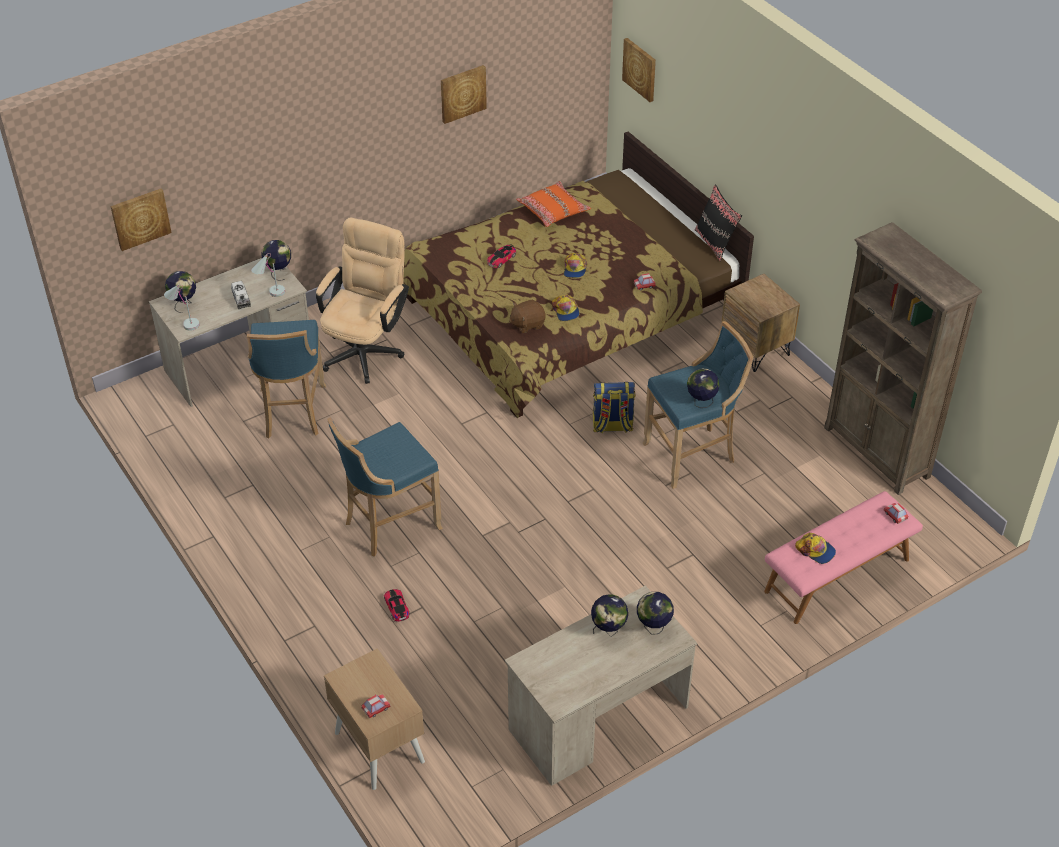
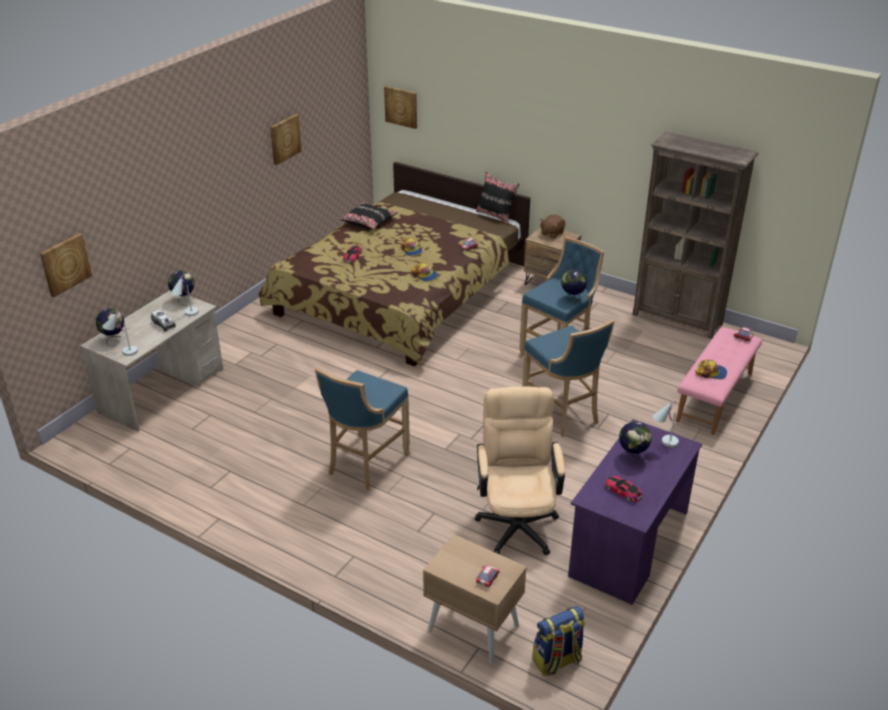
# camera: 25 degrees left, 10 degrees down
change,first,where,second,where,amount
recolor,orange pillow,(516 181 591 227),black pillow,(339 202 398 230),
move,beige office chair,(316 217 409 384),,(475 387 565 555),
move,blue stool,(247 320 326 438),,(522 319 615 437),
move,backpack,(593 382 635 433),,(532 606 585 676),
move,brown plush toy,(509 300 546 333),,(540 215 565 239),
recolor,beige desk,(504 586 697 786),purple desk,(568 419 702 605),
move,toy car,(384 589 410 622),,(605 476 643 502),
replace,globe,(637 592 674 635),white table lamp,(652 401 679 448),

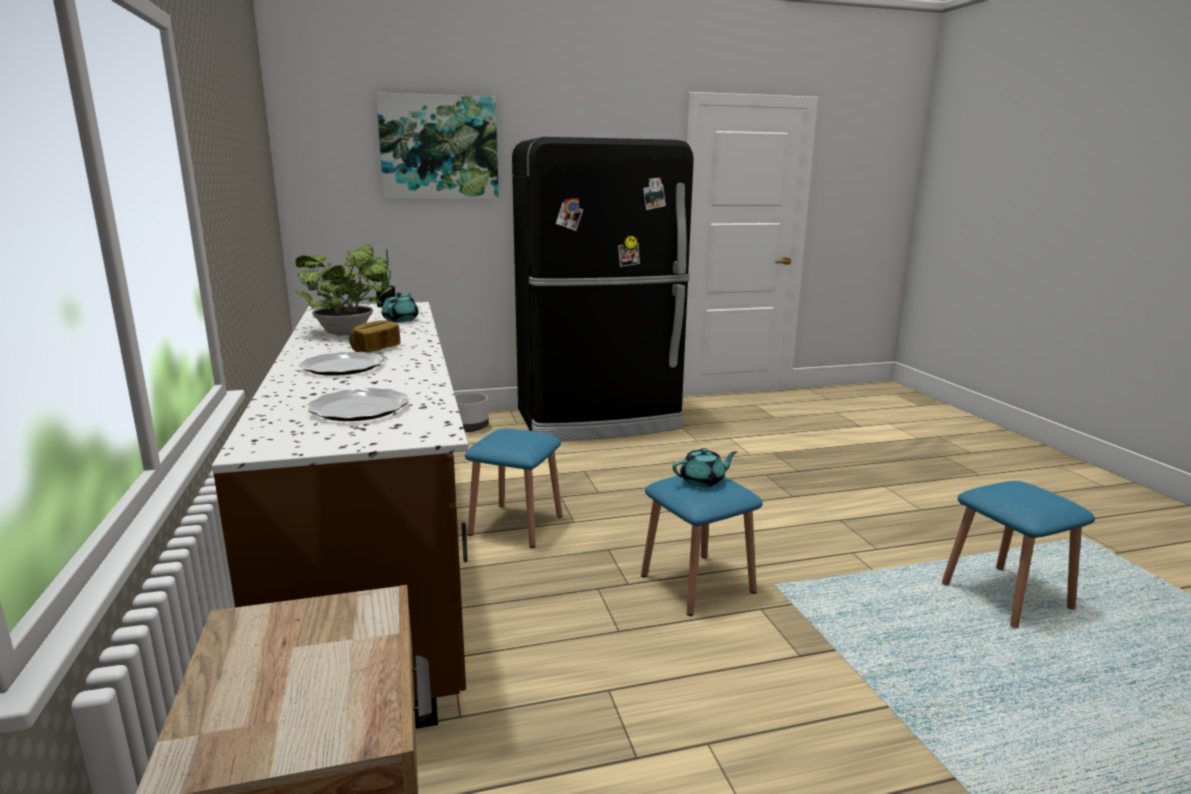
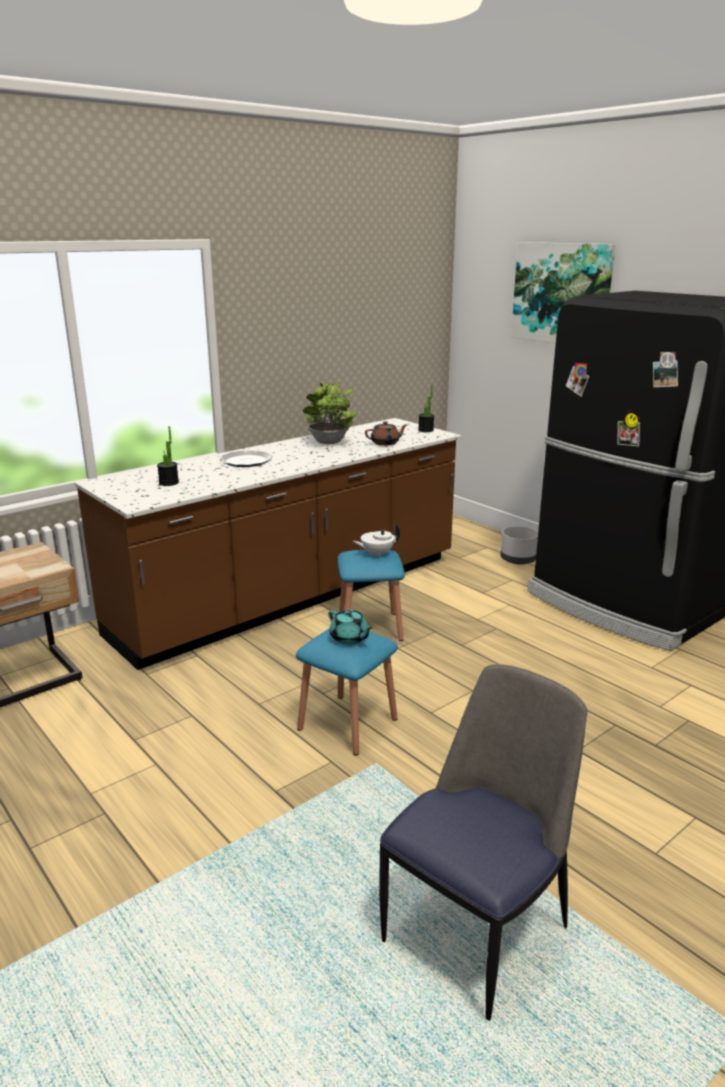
# camera: 65 degrees right, 5 degrees up
change,first,where,second,where,amount
replace,plate,(308 388 409 421),potted plant,(157 426 179 486),
insert,,,white teapot,(353 524 400 557),
recolor,turquoise teapot,(382 292 419 322),brown teapot,(365 421 408 446),
replace,blue stool,(942 481 1095 628),chair,(379 664 588 1021),
delete,bread,(349 320 401 353),,,

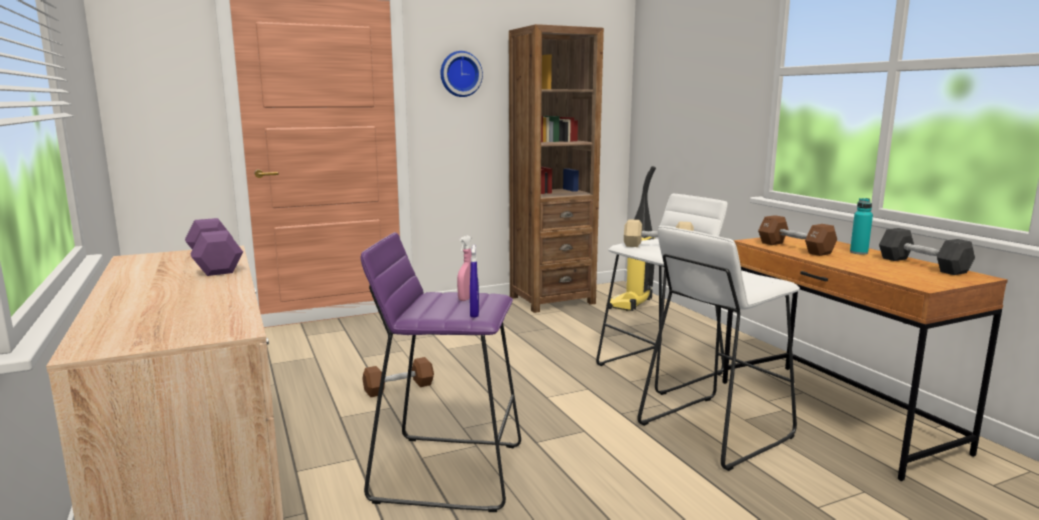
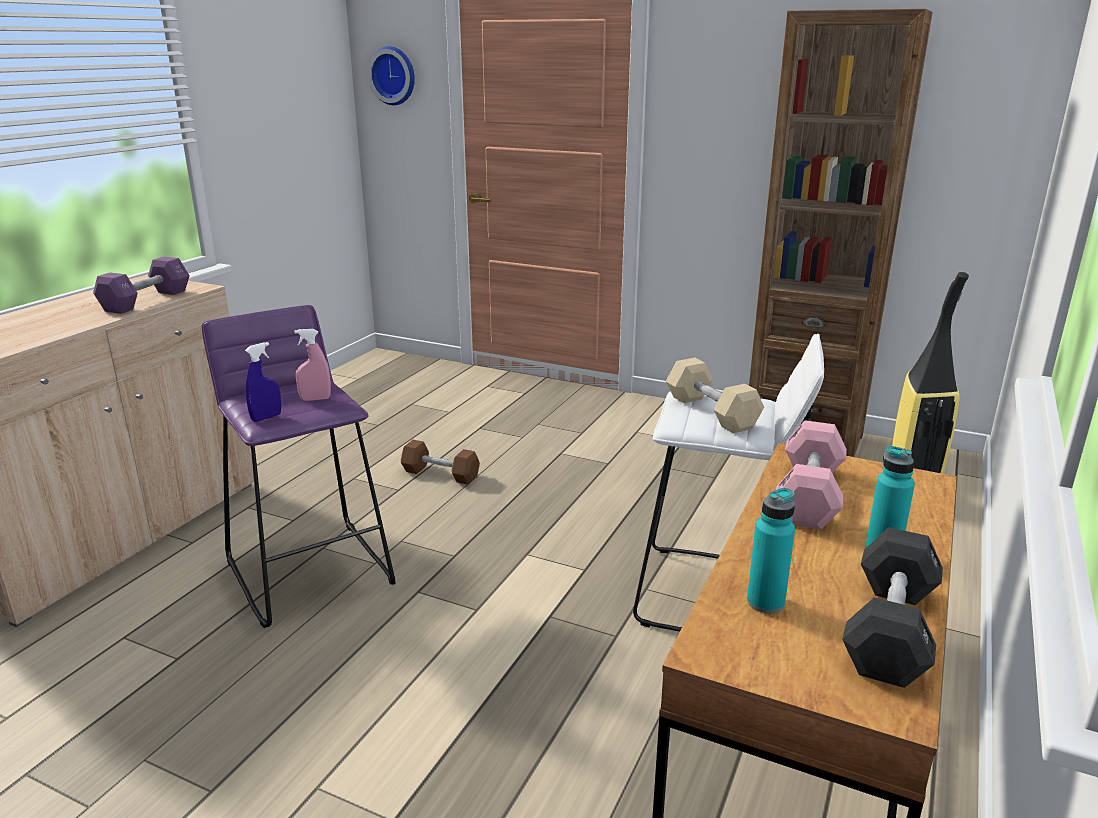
# camera: 50 degrees right, 10 degrees up
change,first,where,second,where,amount
move,wall clock,(441 51 483 97),,(368 46 415 105),
insert,,,turquoise bottle,(747 488 795 614),
recolor,brown dumbbell,(758 215 837 256),pink dumbbell,(776 420 847 530),
delete,white stool,(637 226 800 471),,,

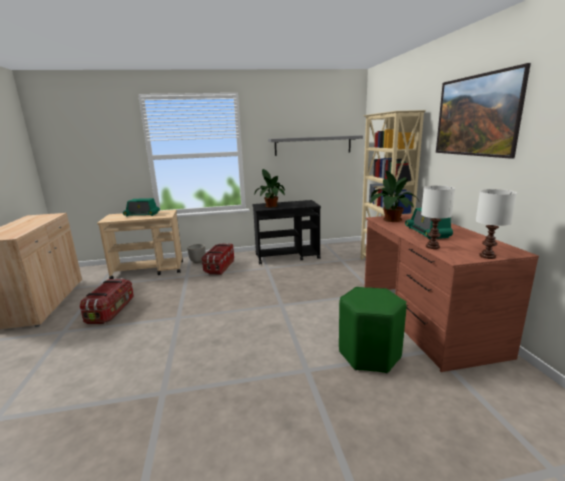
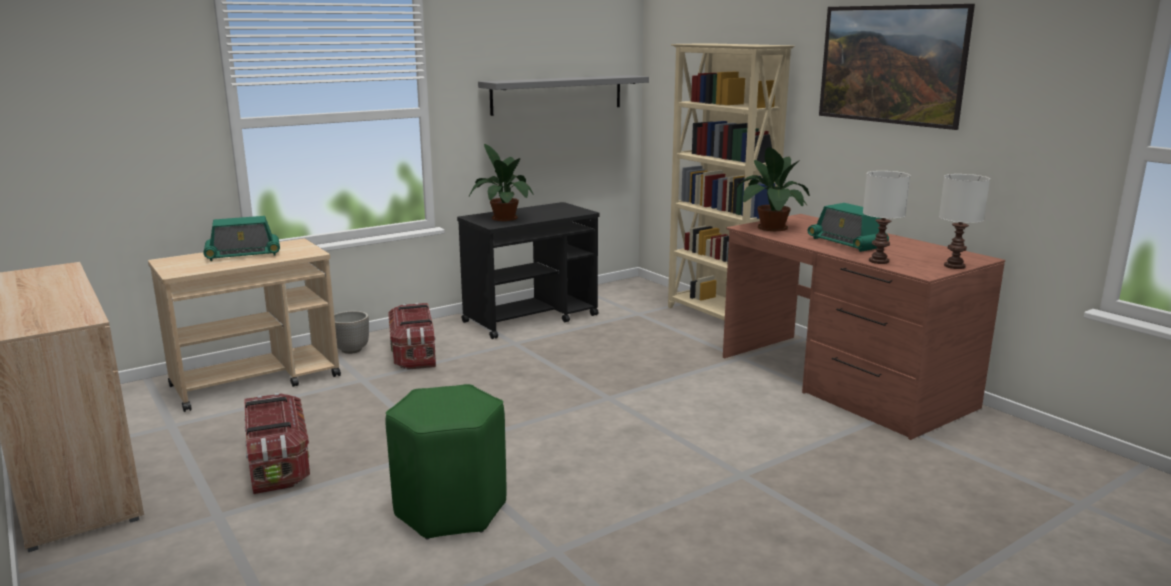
# camera: 25 degrees left, 0 degrees up
change,first,where,second,where,amount
move,green stool,(339 287 406 373),,(385 384 506 540),

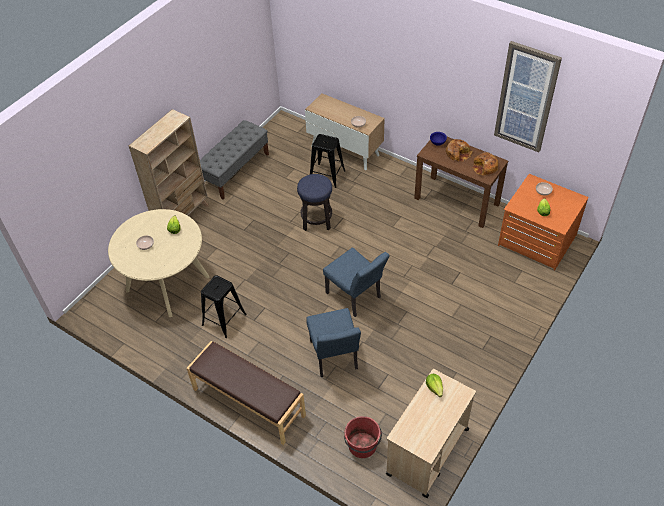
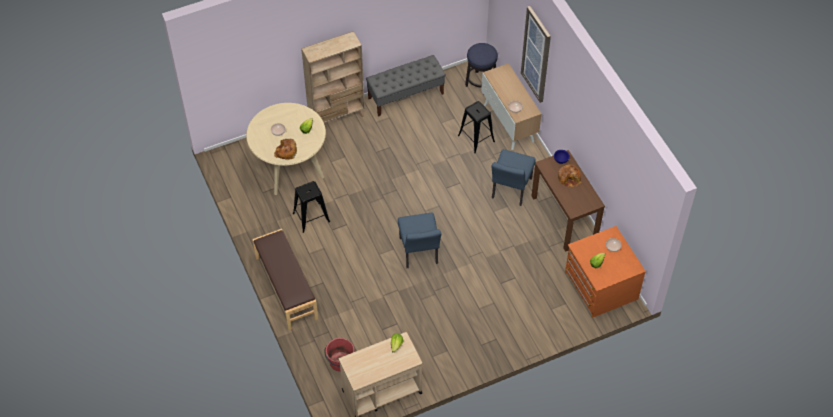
# camera: 30 degrees right, 5 degrees up
change,first,where,second,where,amount
move,bread,(473 152 499 176),,(274 139 297 160),
move,stool,(297 174 332 231),,(465 43 498 95),
move,blue chair,(306 308 361 377),,(491 149 536 206),
move,picture,(494 41 562 152),,(521 6 551 103),

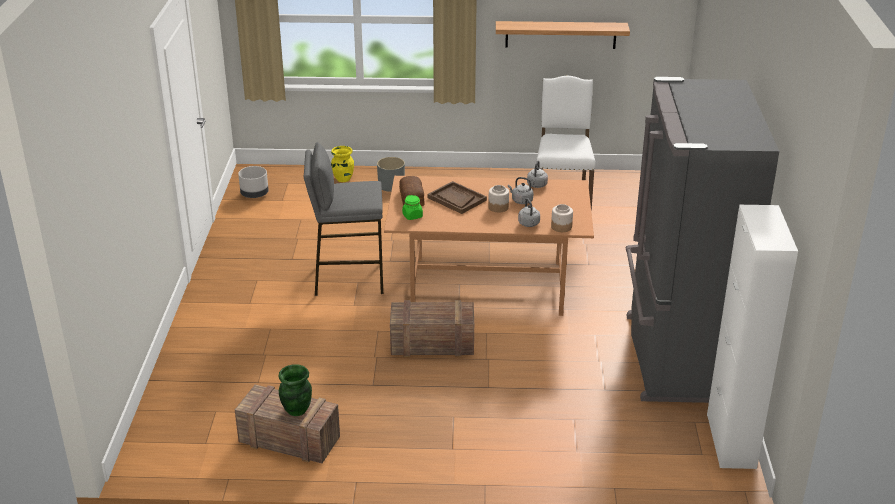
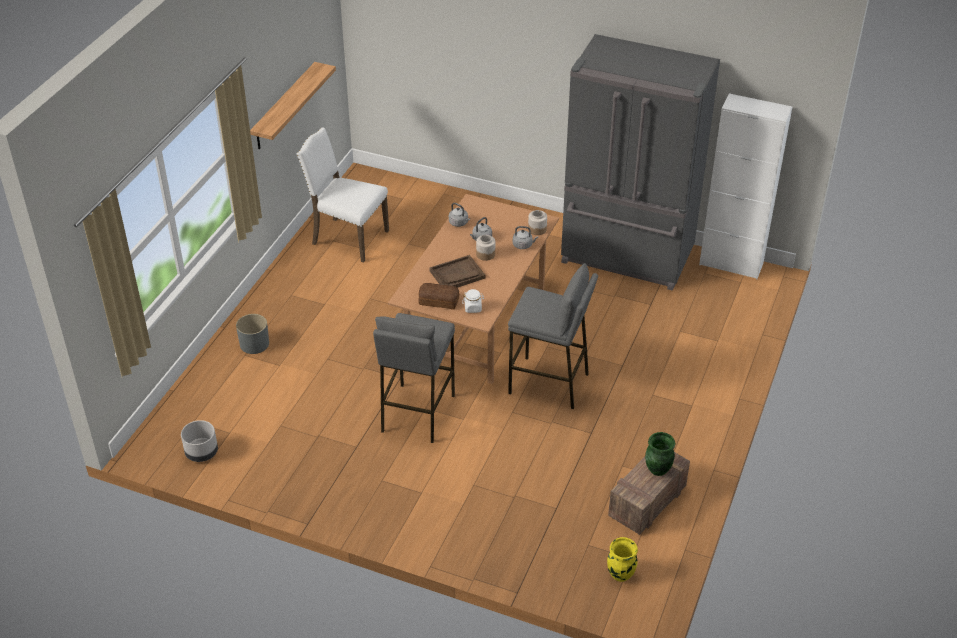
# camera: 70 degrees left, 10 degrees up
change,first,where,second,where,amount
recolor,green jar,(402 195 423 220),white jar,(462 289 484 313),
replace,crate,(390 300 474 357),grey stool,(508 263 598 409),
move,yellow vase,(331 146 354 182),,(607 537 638 582),

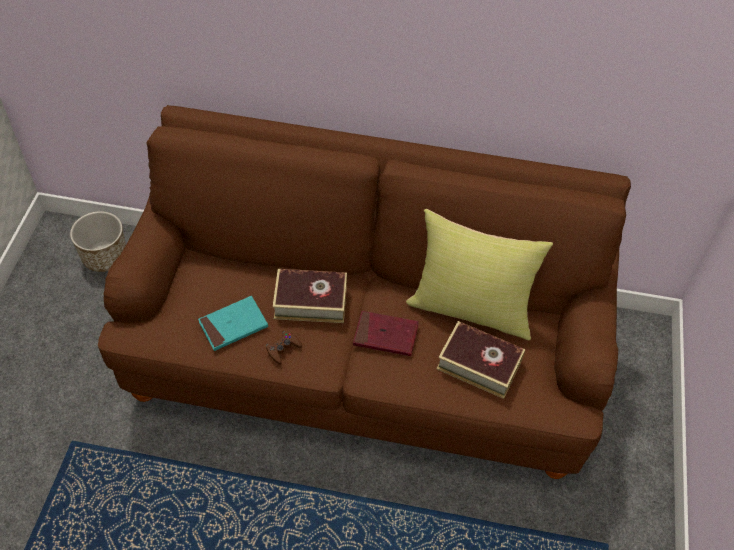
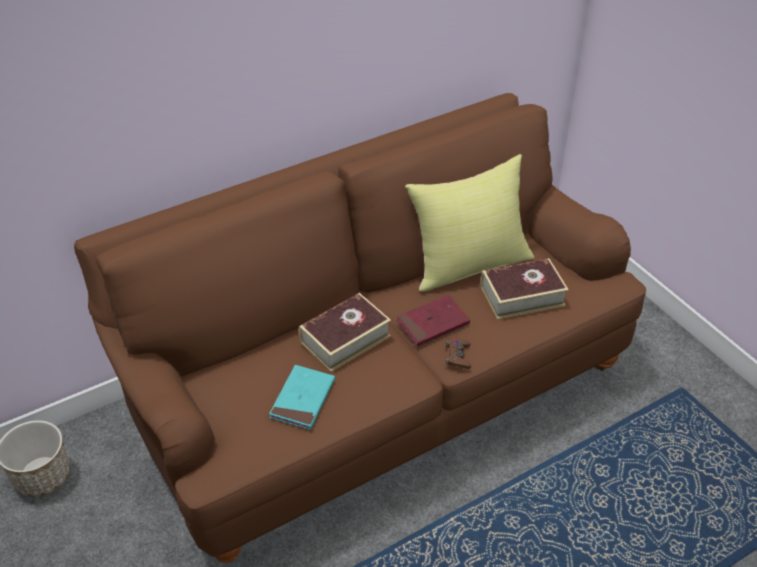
# camera: 40 degrees left, 10 degrees down
change,first,where,second,where,amount
move,brown game controller,(266 331 302 365),,(446 338 471 369),

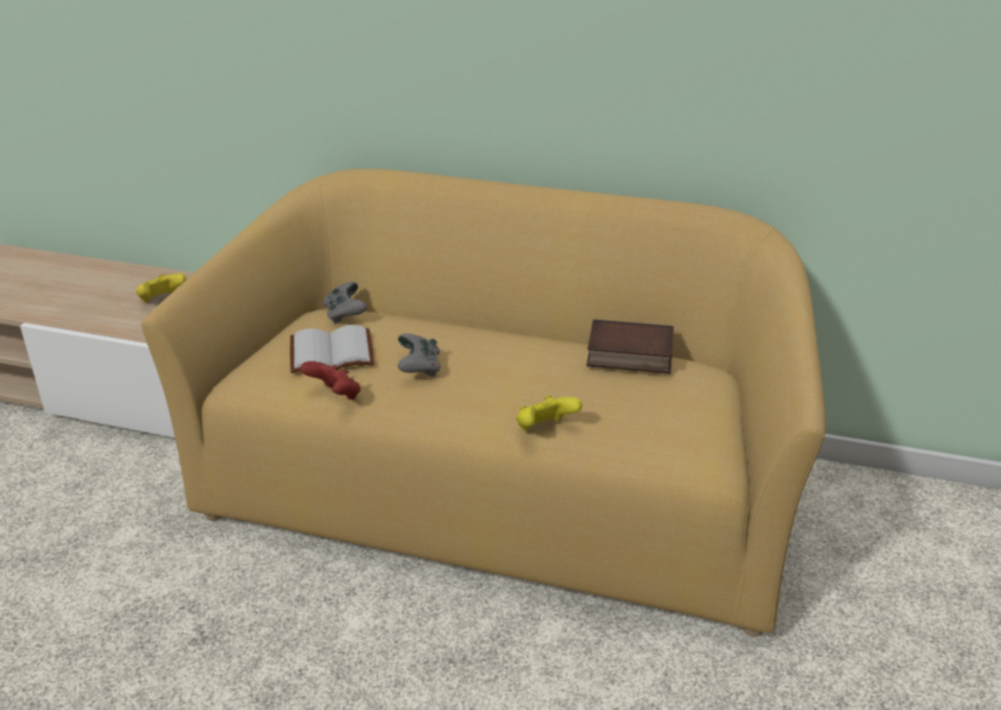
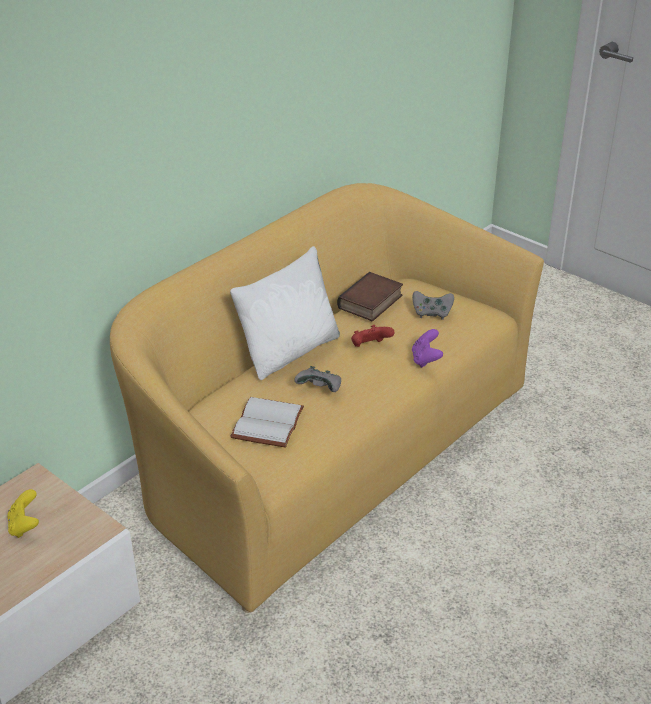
# camera: 65 degrees left, 5 degrees up
change,first,where,second,where,amount
insert,,,white pillow,(230 246 340 380),
move,red game controller,(300 361 361 400),,(351 325 395 347),
move,grey game controller,(323 282 367 324),,(412 291 454 320),
recolor,yellow game controller,(516 395 582 430),purple game controller,(412 329 443 368),

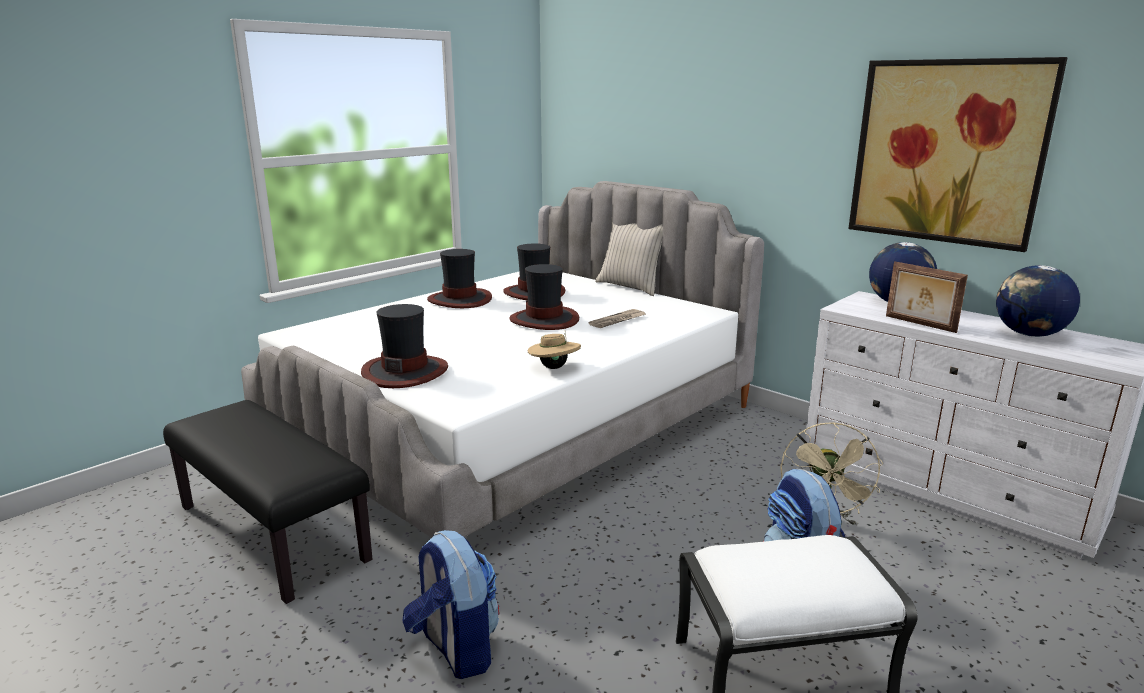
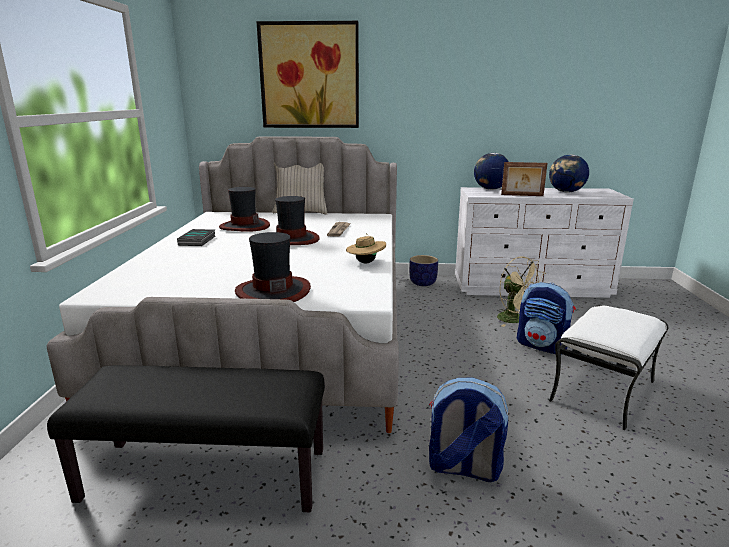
# camera: 40 degrees left, 0 degrees up
change,first,where,second,where,amount
replace,hat,(427 249 492 308),book,(177 229 215 246),
move,picture,(848 57 1068 252),,(256 21 359 128),
insert,,,planter,(409 255 438 286),

